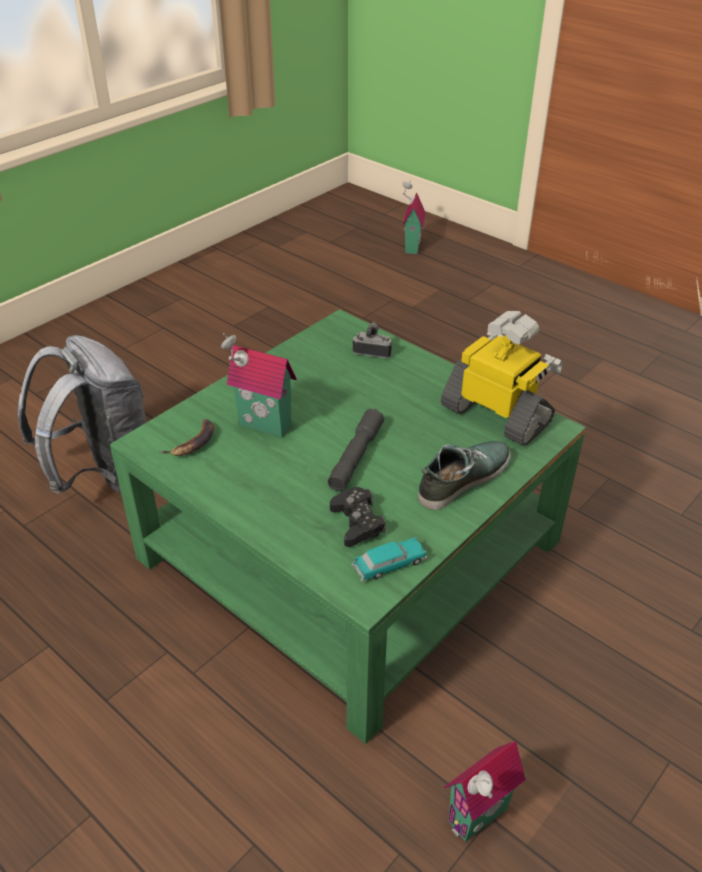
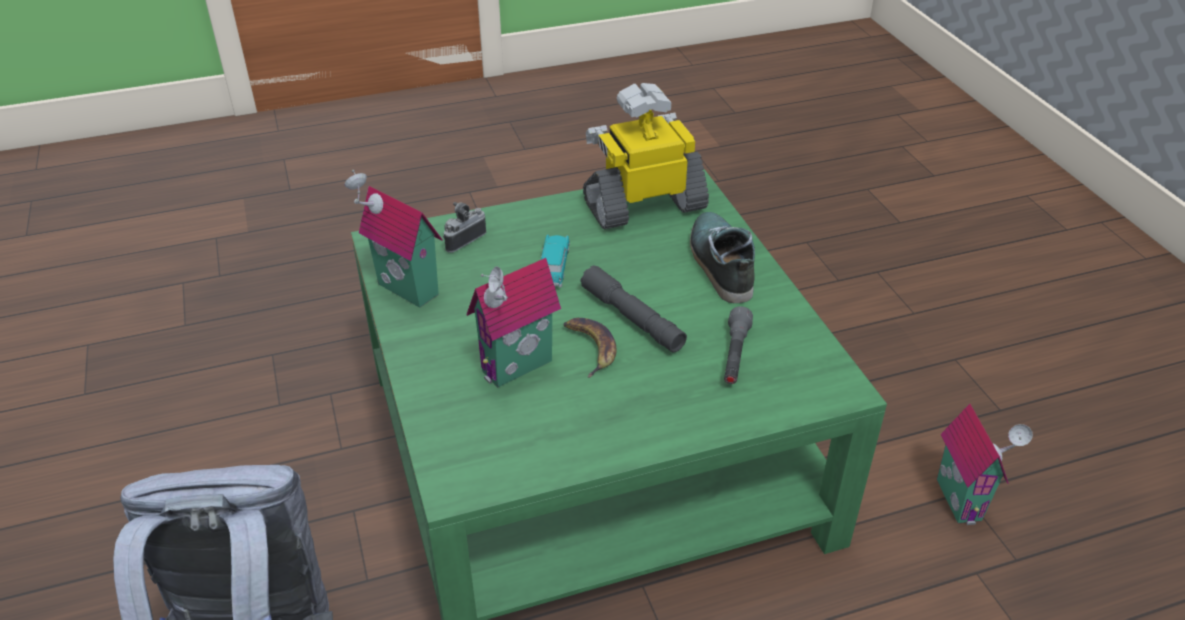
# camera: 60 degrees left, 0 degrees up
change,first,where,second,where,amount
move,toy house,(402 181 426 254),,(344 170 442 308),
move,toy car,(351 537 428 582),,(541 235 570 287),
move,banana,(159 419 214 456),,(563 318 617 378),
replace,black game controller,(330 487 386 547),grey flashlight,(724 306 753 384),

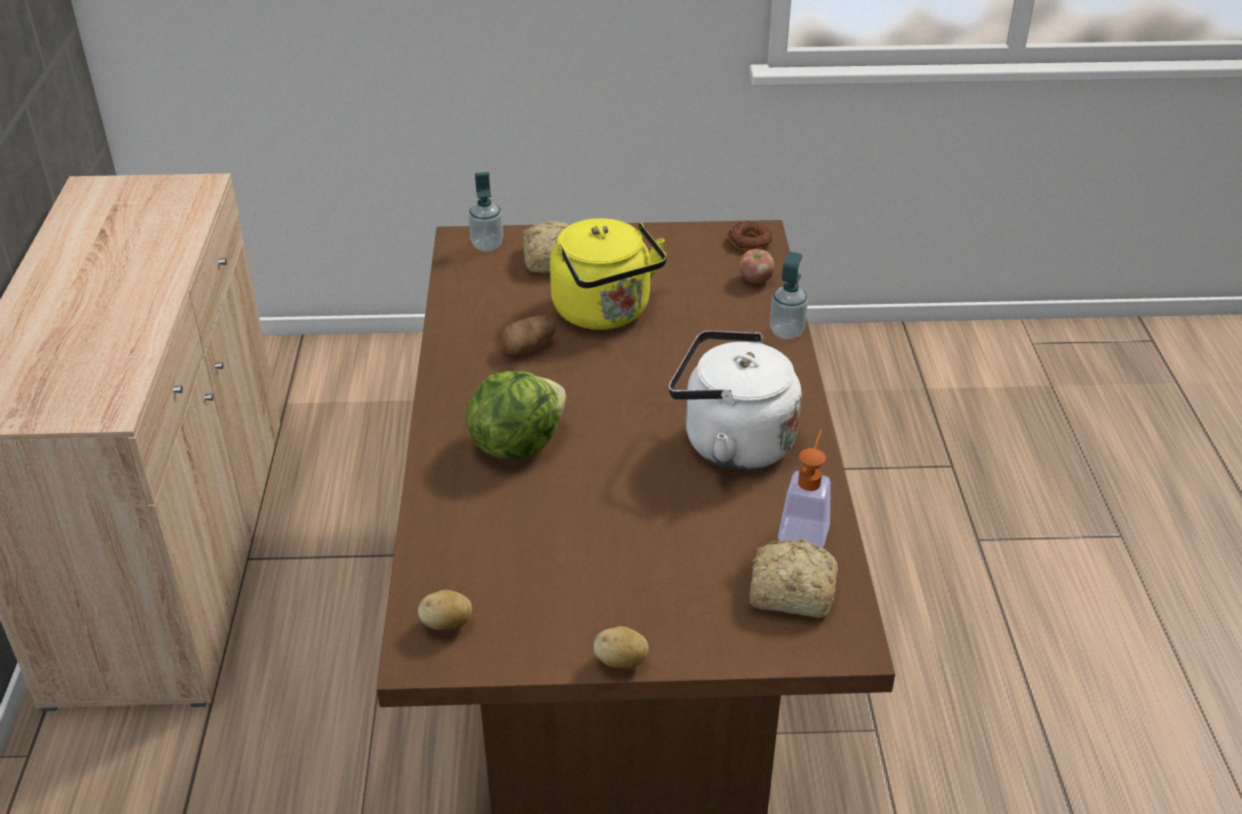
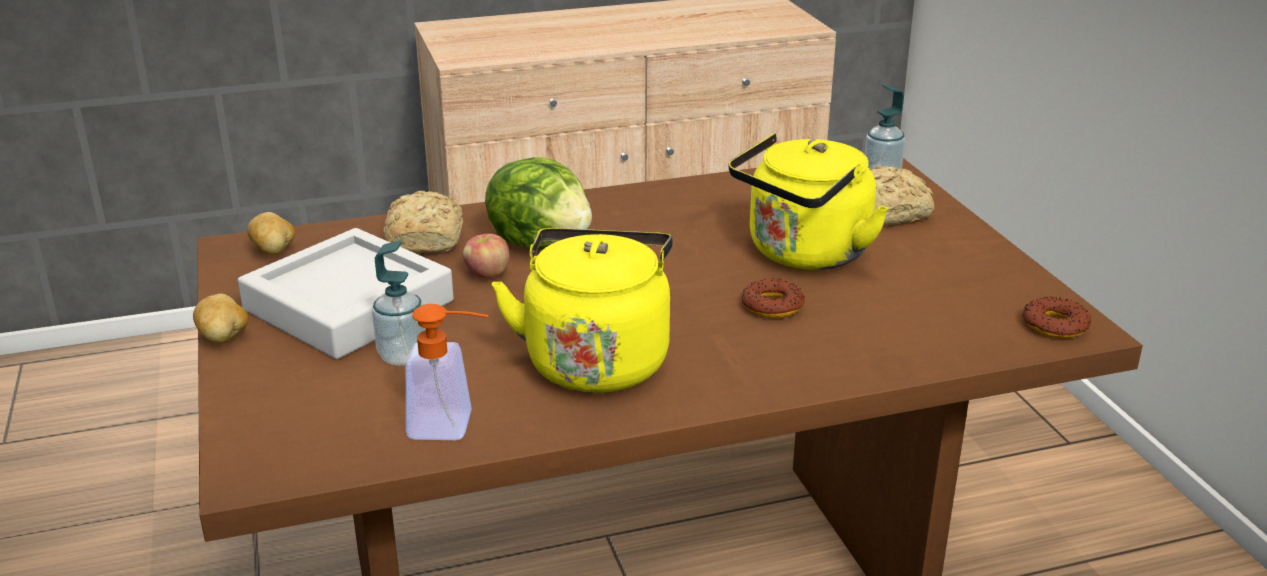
# camera: 75 degrees right, 10 degrees down
change,first,where,second,where,amount
insert,,,grey tray,(238 228 454 359),
move,soap dispenser,(770 252 808 339),,(372 240 426 366),
move,bread,(750 539 838 618),,(383 191 463 253),
move,apple,(739 249 775 284),,(463 234 509 279),
recolor,white kettle,(669 330 801 470),yellow kettle,(492 228 673 393),
insert,,,donut,(741 278 805 318),
delete,potato,(502 315 555 355),,,

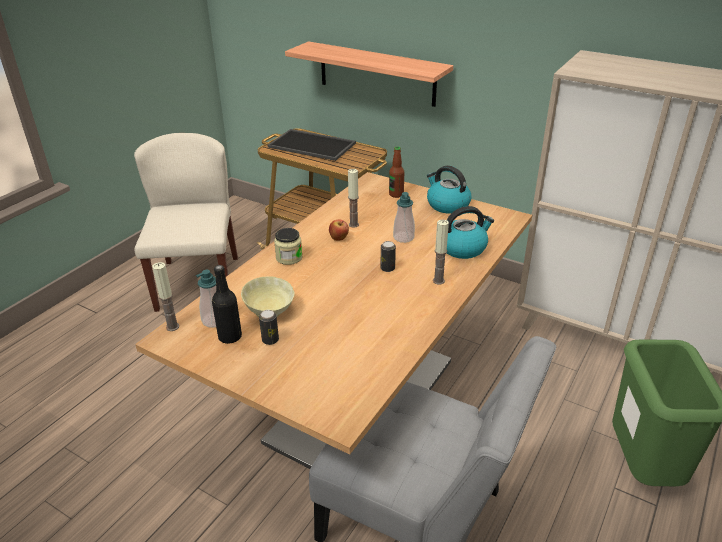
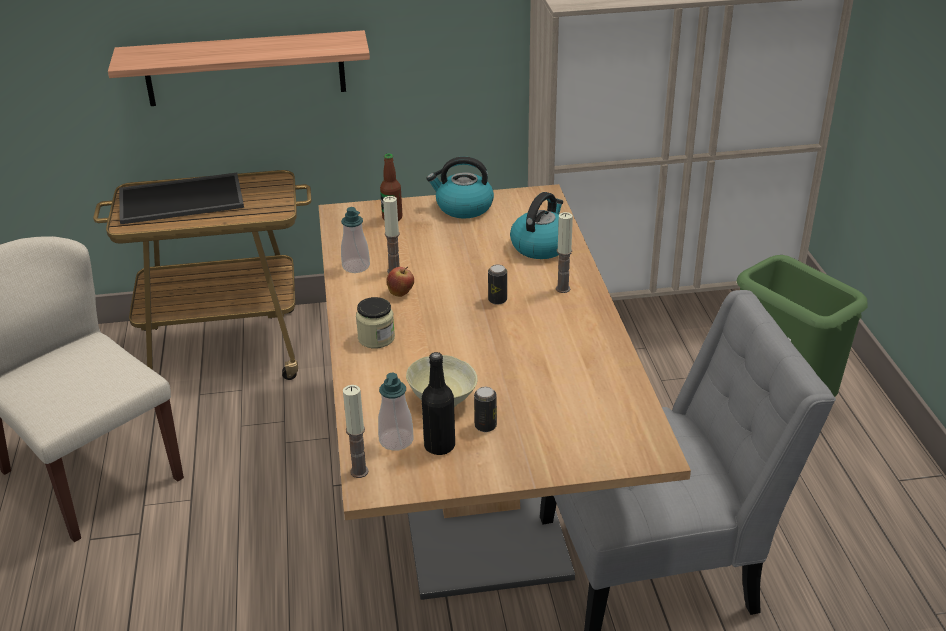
# camera: 40 degrees left, 0 degrees up
change,first,where,second,where,amount
move,soap dispenser,(393 192 415 243),,(341 207 370 273),

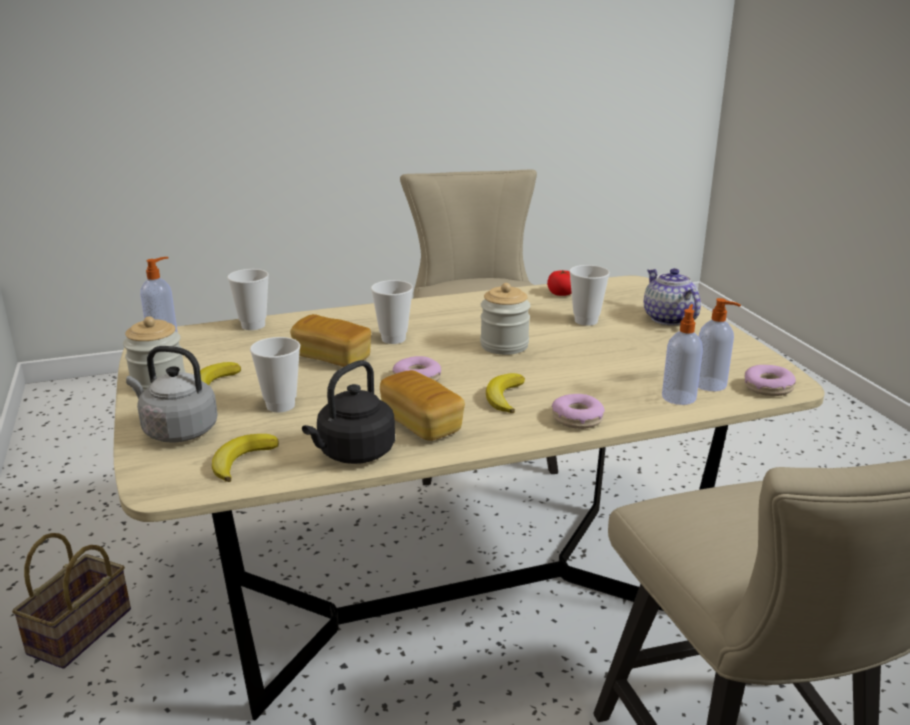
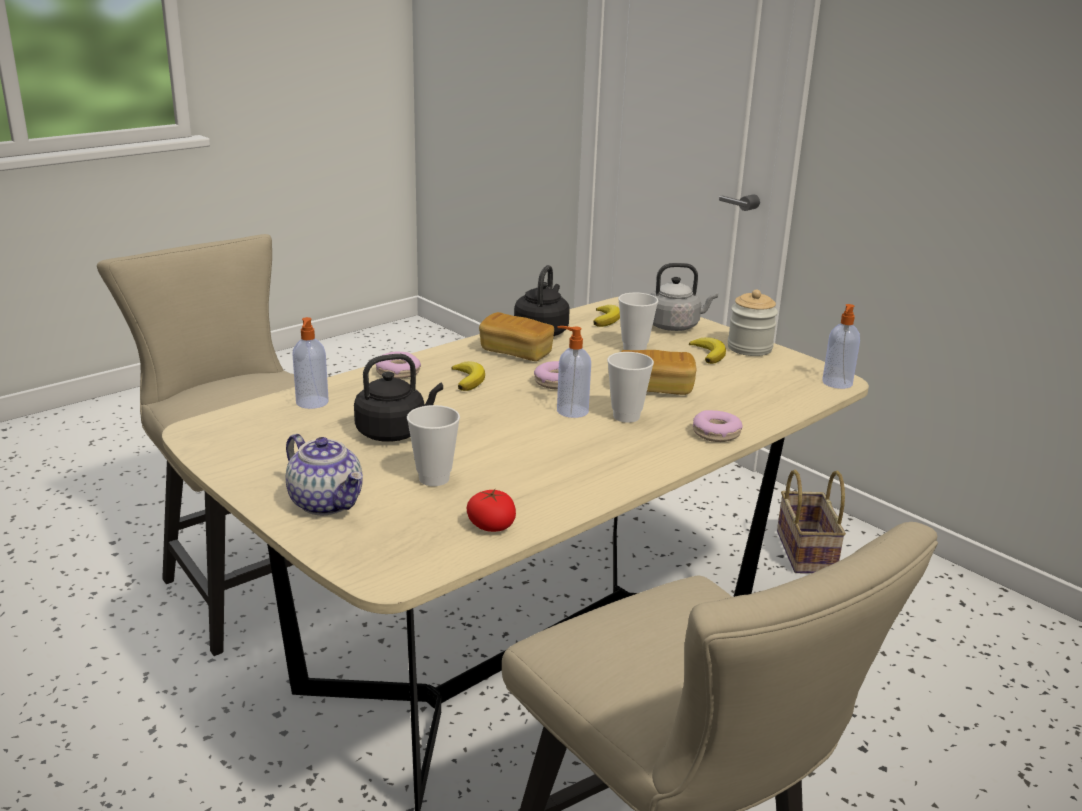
# camera: 155 degrees right, 0 degrees up
change,first,where,second,where,amount
insert,,,black kettle,(354 354 443 442),
move,soap dispenser,(698 298 741 391),,(557 326 591 418),
move,donut,(745 365 796 396),,(693 410 743 442),
delete,cup,(227 269 269 330),,,
delete,jar,(480 283 531 355),,,

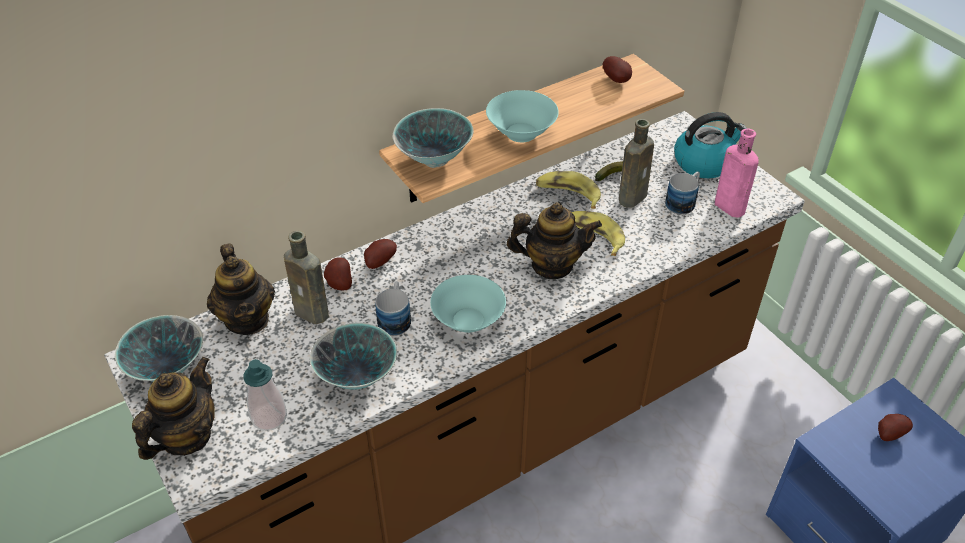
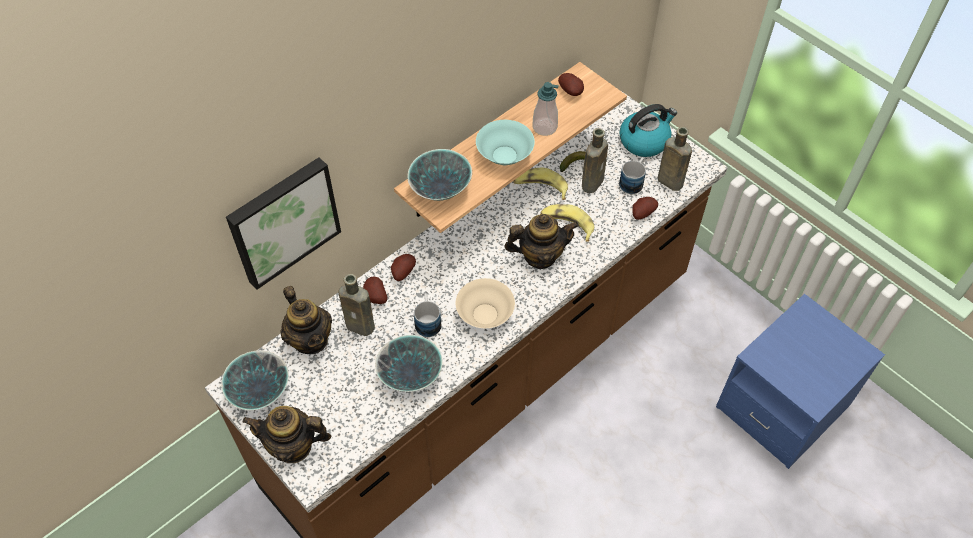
# camera: 10 degrees left, 10 degrees up
change,first,where,second,where,amount
insert,,,picture,(226 157 341 290),
rotate,teapot,(132 357 215 460),,(242 406 331 463),105 degrees counterclockwise
recolor,turquoise bowl,(430 275 506 333),beige bowl,(456 278 515 328),
move,soap dispenser,(243 359 287 431),,(533 82 559 136),
move,potato,(878 414 913 441),,(632 197 658 220),
recolor,pink bottle,(715 128 759 218),brown bottle,(658 127 692 191),

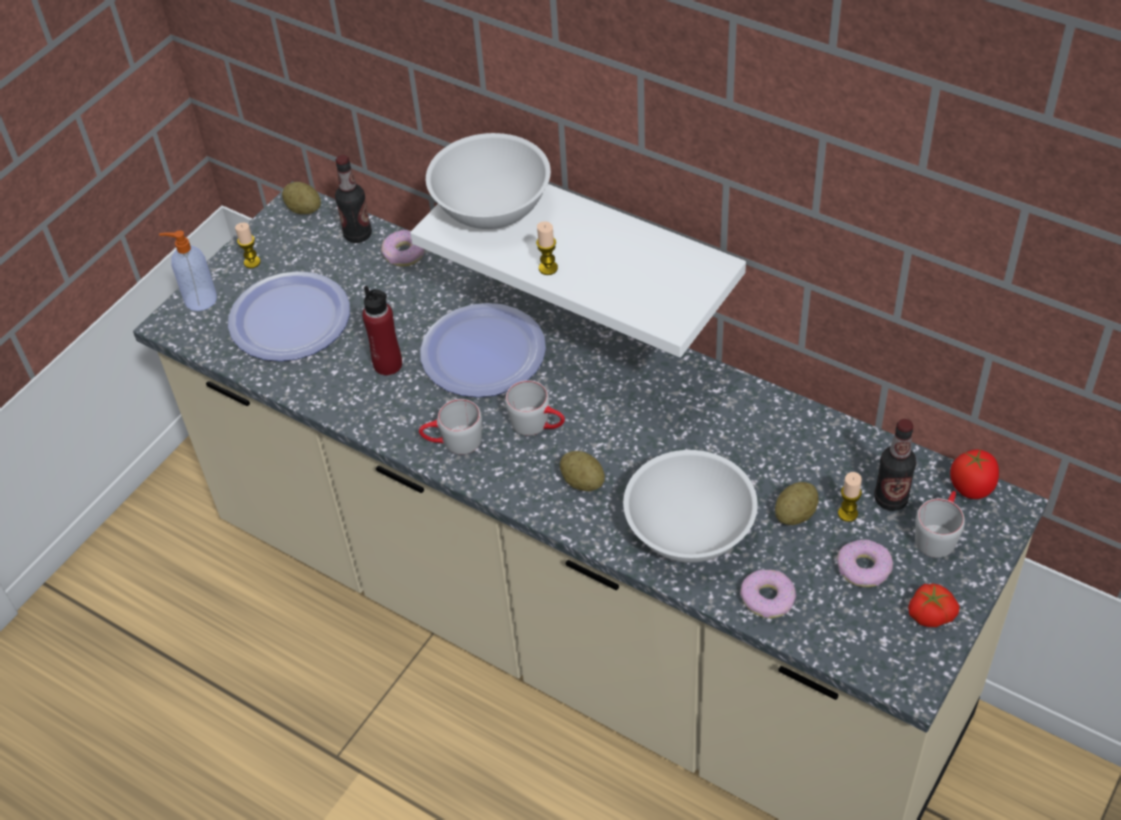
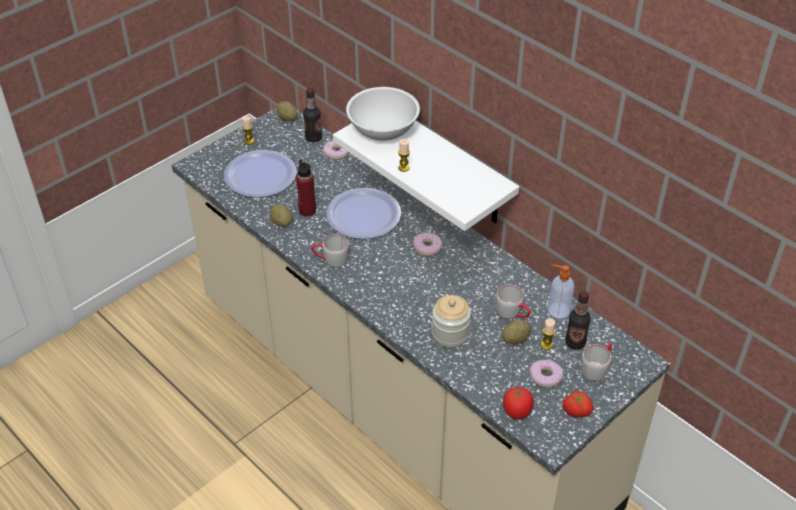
# camera: 10 degrees right, 5 degrees down
change,first,where,second,where,amount
move,potato,(560 451 605 491),,(270 204 292 227),
move,donut,(740 570 796 618),,(413 233 442 256),
replace,white bowl,(623 450 758 563),jar,(432 295 471 348),
move,grey mug,(505 380 565 436),,(496 284 531 319),
move,tomato,(950 448 999 499),,(503 387 534 419),
move,soap dispenser,(159 230 217 311),,(548 265 574 319),

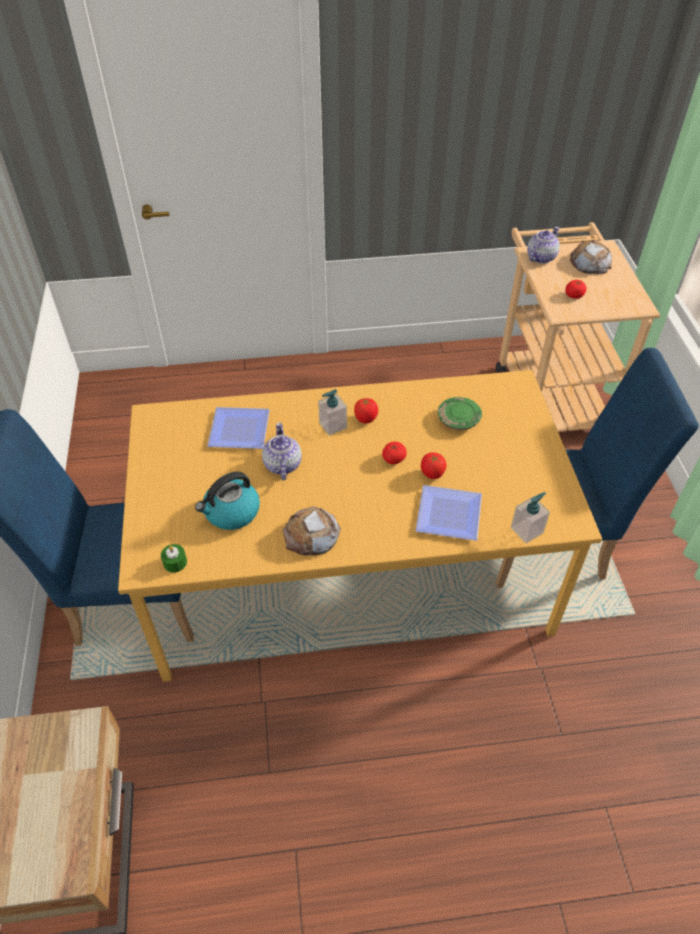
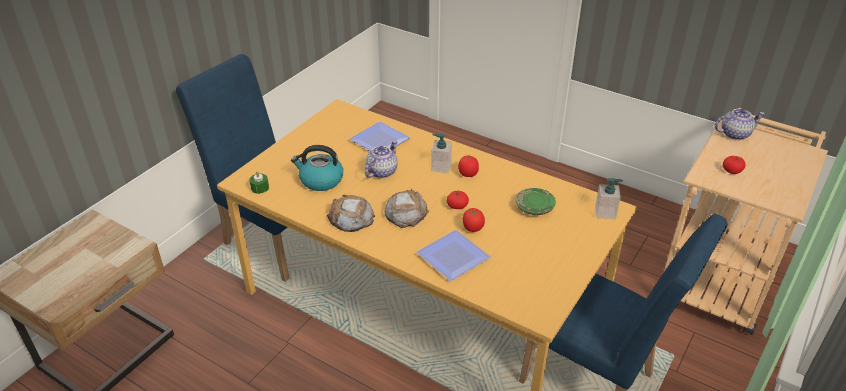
# camera: 40 degrees right, 10 degrees down
change,first,where,second,where,amount
move,bread,(570 240 612 274),,(384 189 429 228),
move,soap dispenser,(511 492 550 543),,(595 178 623 219),

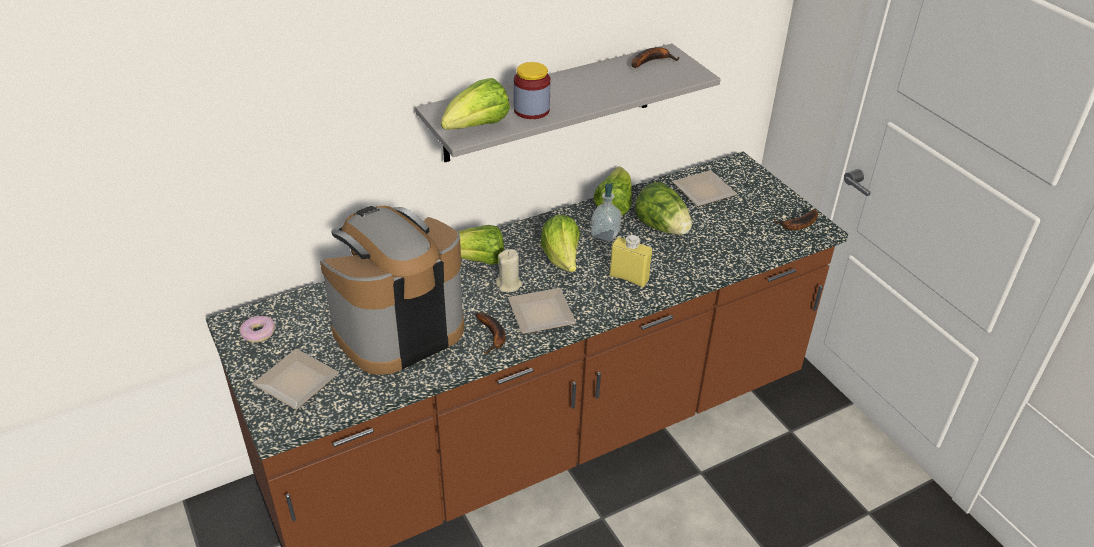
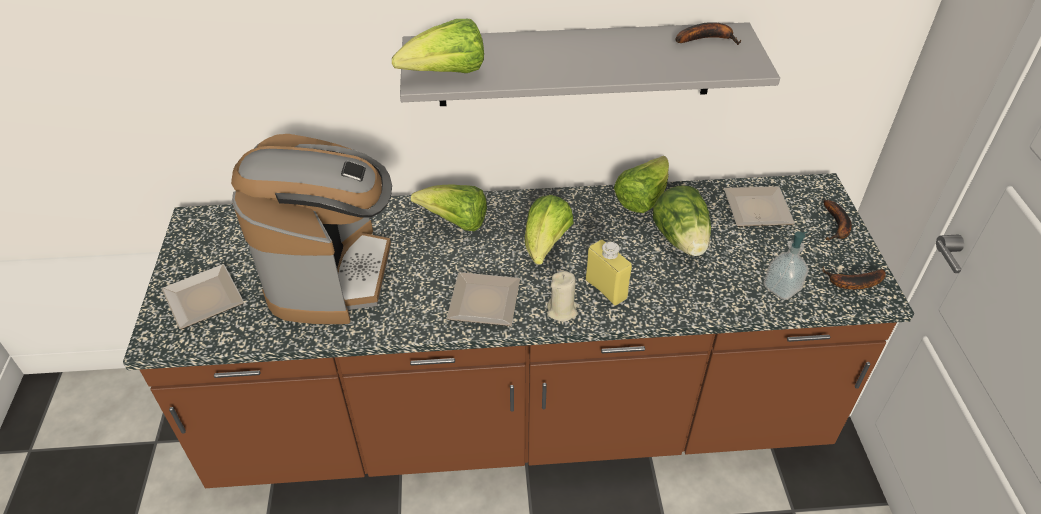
# camera: 25 degrees right, 5 degrees up
change,first,where,second,where,amount
rotate,coffee machine,(320 206 464 375),,(231 134 392 324),105 degrees clockwise
move,beige candle,(496 249 523 292),,(547 271 578 321),
move,soap dispenser,(591 183 621 242),,(763 231 809 300),
move,banana,(475 313 505 354),,(823 200 852 241),
delete,donut,(239 316 275 343),,,
delete,jar,(514 62 550 119),,,

